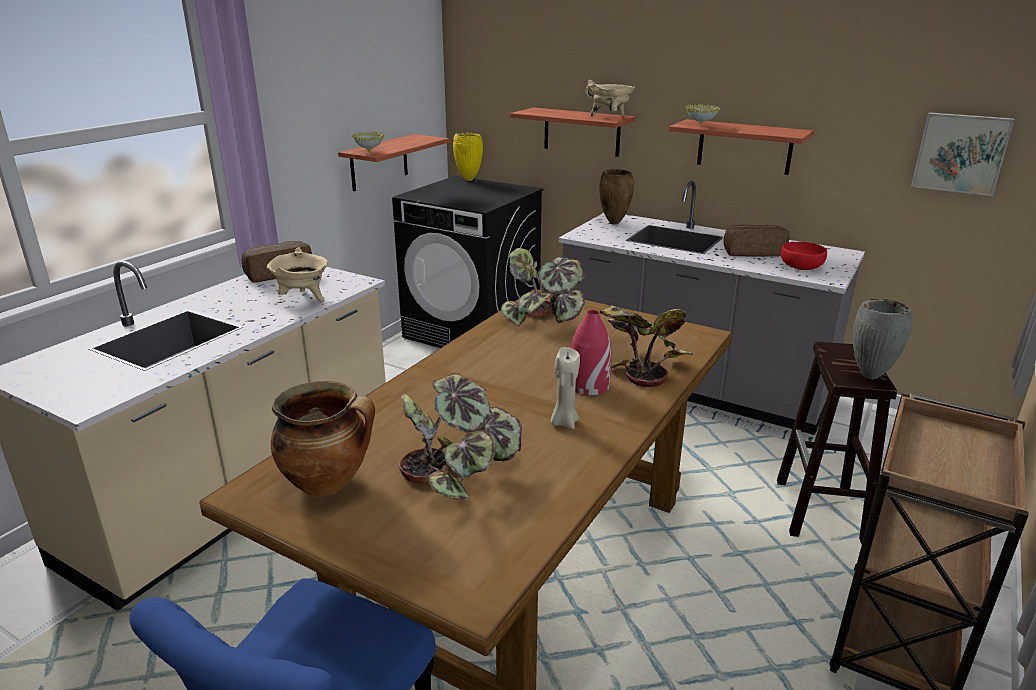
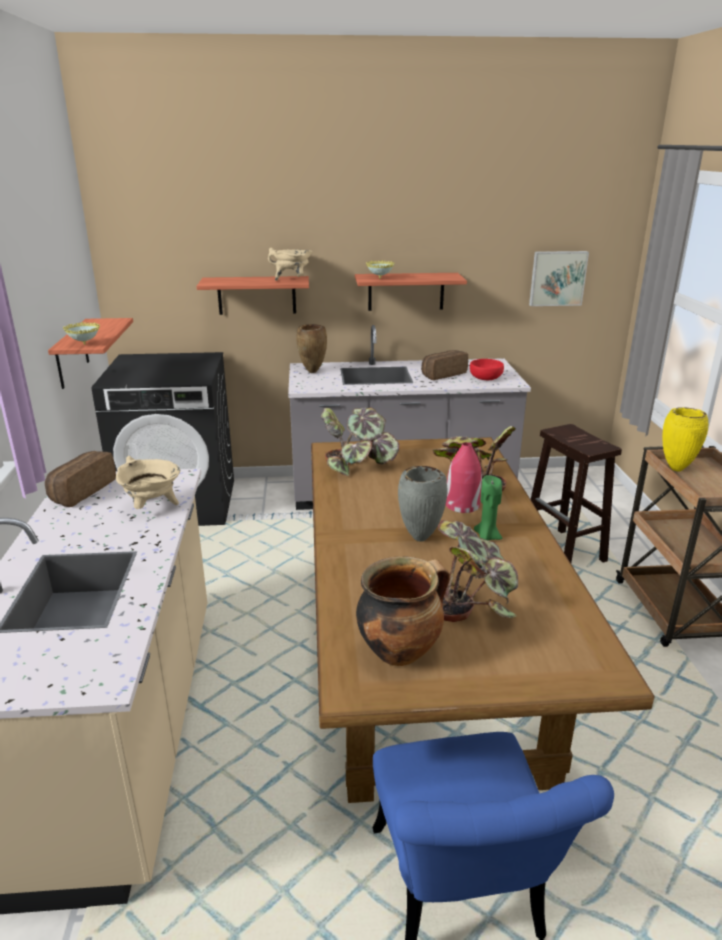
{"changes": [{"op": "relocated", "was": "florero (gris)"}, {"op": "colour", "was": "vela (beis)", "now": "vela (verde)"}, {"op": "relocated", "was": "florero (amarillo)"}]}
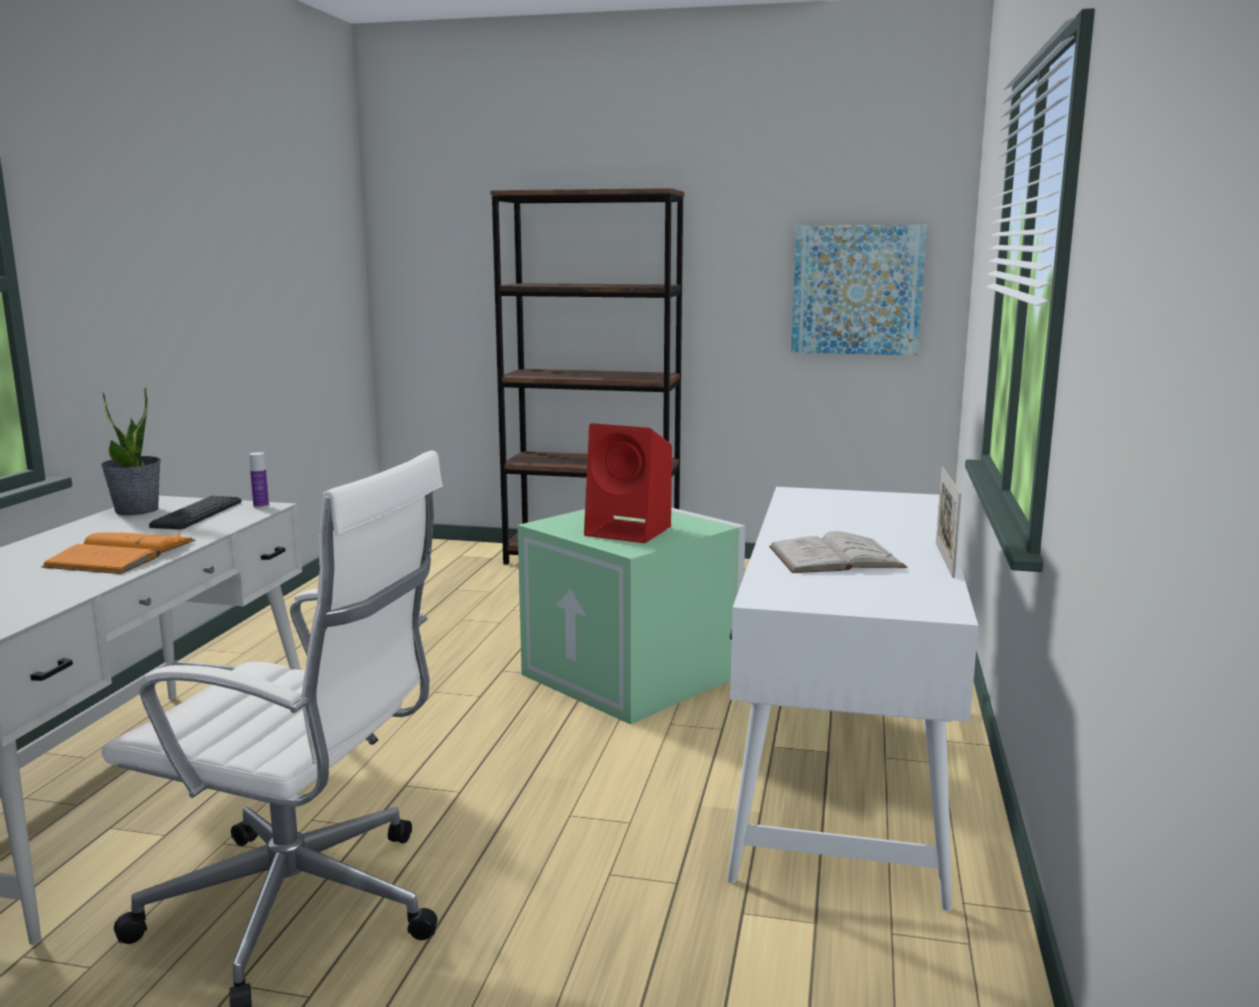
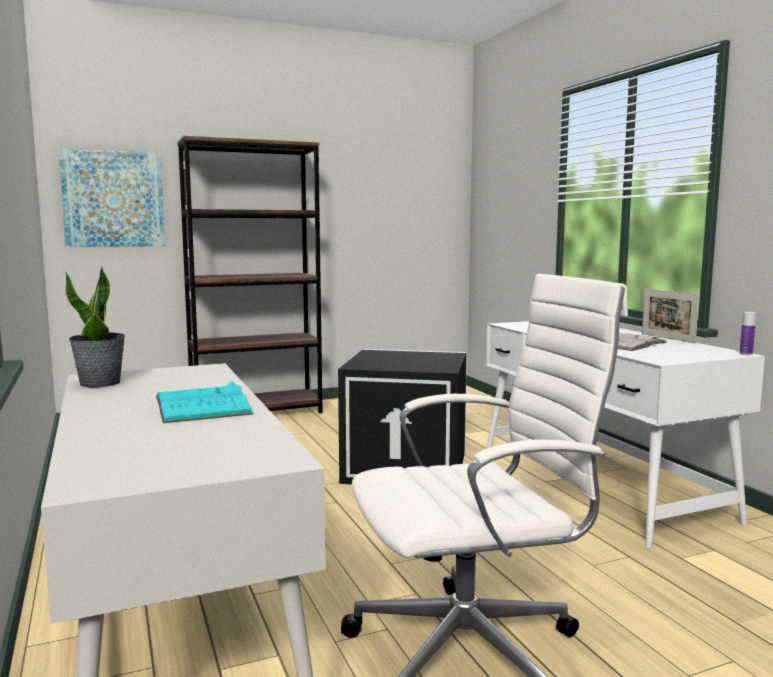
{"changes": [{"op": "relocated", "was": "cuadro"}, {"op": "colour", "was": "libro (naranja)", "now": "libro (turquesa)"}, {"op": "colour", "was": "caja de almacenaje (verde)", "now": "caja de almacenaje (negro)"}, {"op": "relocated", "was": "botella"}, {"op": "missing", "was": "teclado"}, {"op": "missing", "was": "altavoz (rojo)"}]}
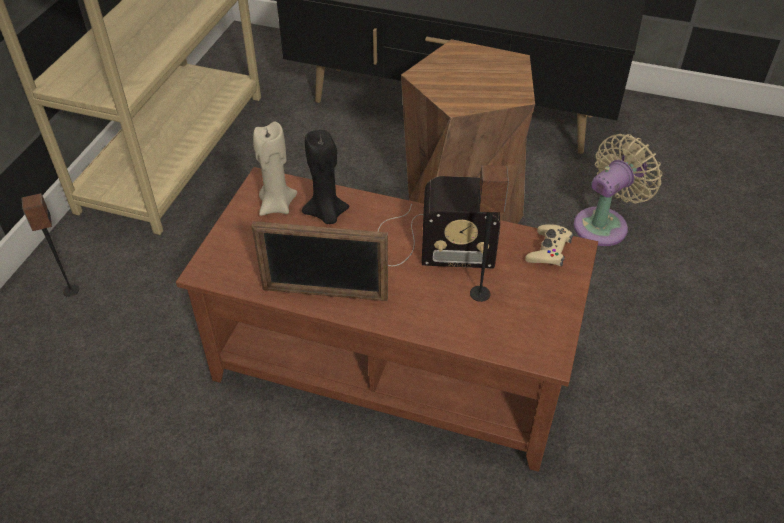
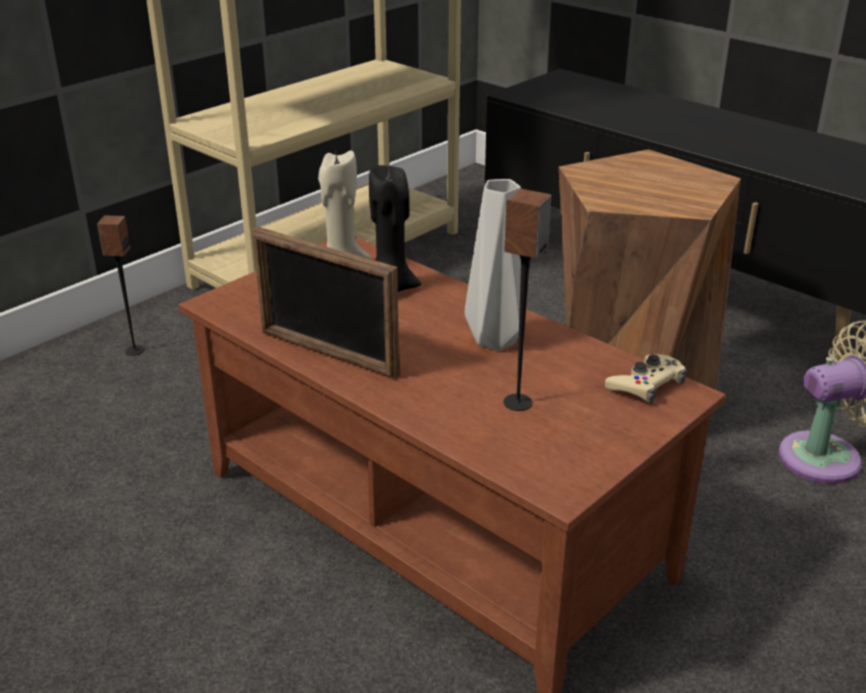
{"changes": [{"op": "exchanged", "was": "radio", "now": "florero (gris)"}]}
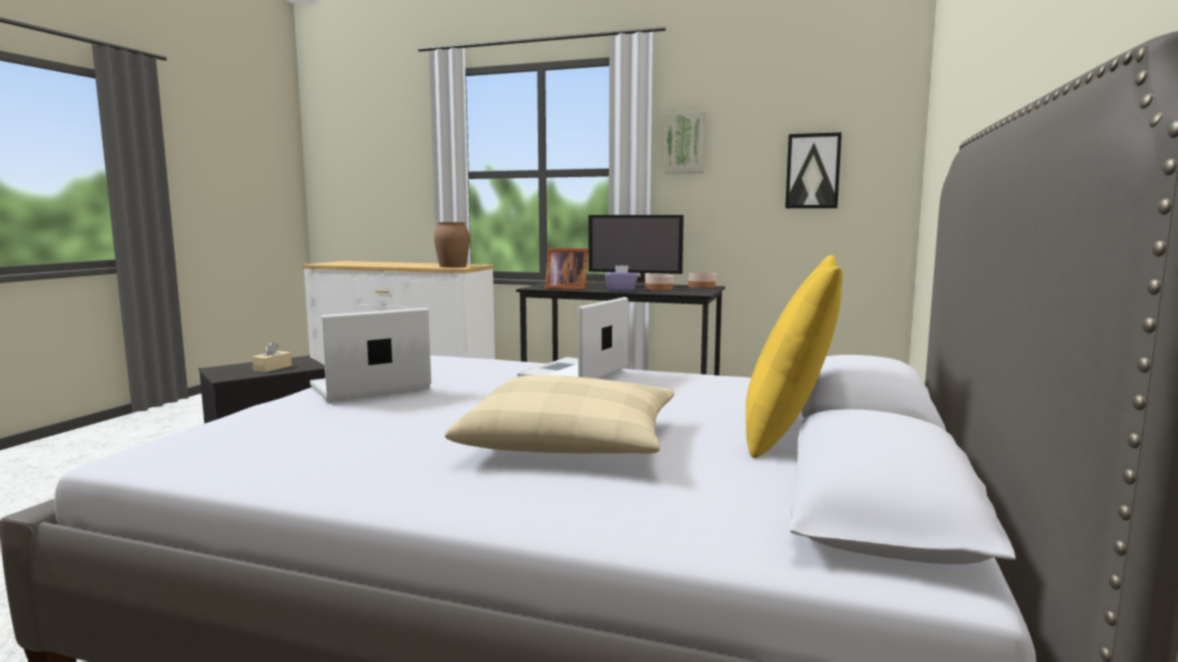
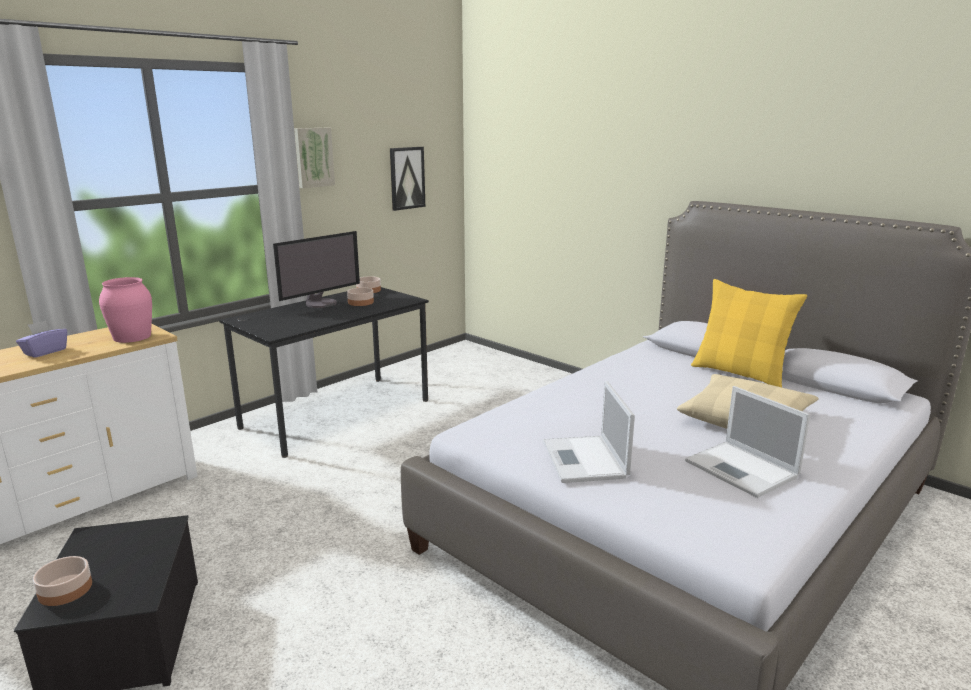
{"changes": [{"op": "relocated", "was": "caja de pañuelos (morado)"}, {"op": "appeared", "now": "cuenco (no. 1 from left)"}, {"op": "colour", "was": "florero (marrón)", "now": "florero (rosa)"}, {"op": "relocated", "was": "portátil (no. 2 from left)"}, {"op": "missing", "was": "caja de pañuelos (beis)"}, {"op": "missing", "was": "portarretratos"}]}
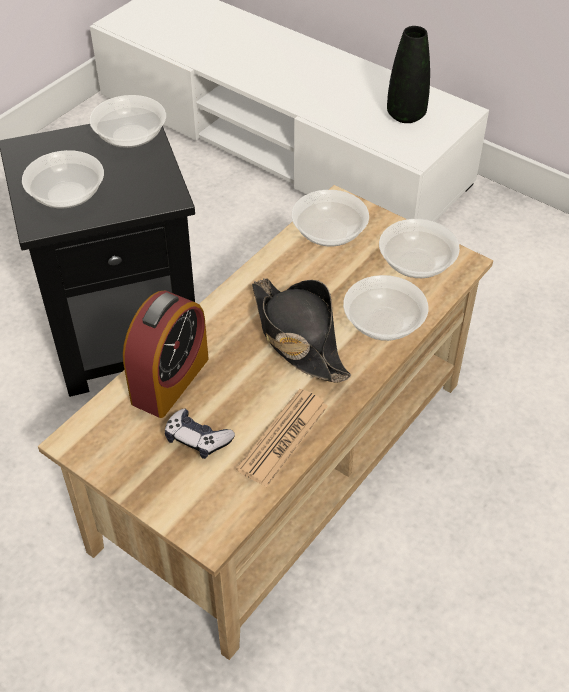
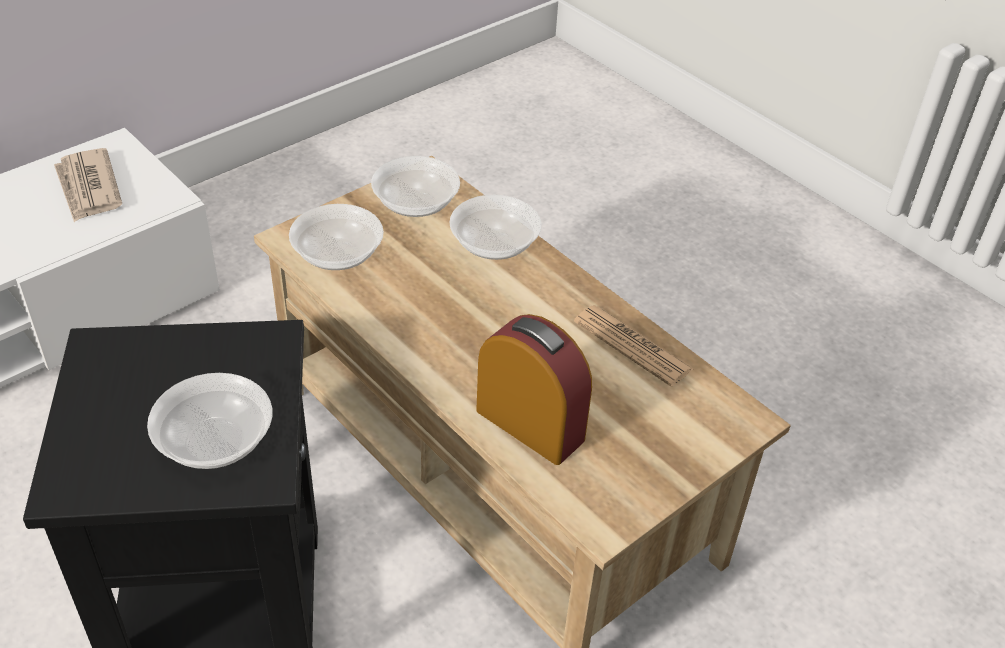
{"changes": [{"op": "exchanged", "was": "florero (negro)", "now": "periódico (no. 1 from left)"}, {"op": "missing", "was": "cuenco (no. 2 from left)"}, {"op": "missing", "was": "mando de consola"}, {"op": "missing", "was": "sombrero (negro)"}]}
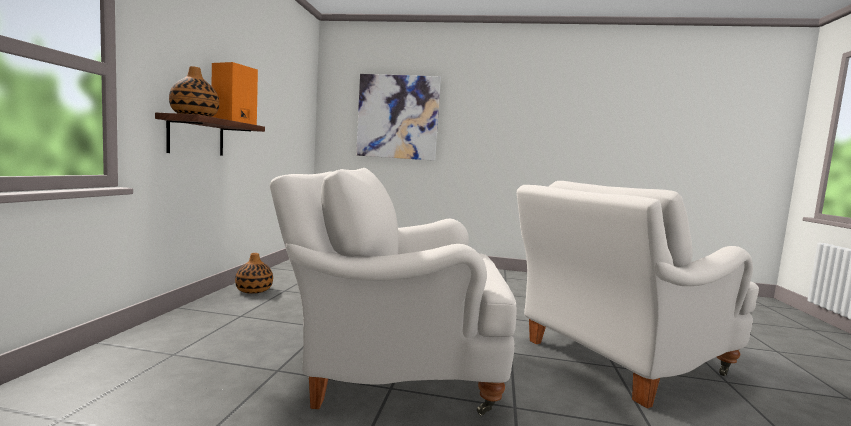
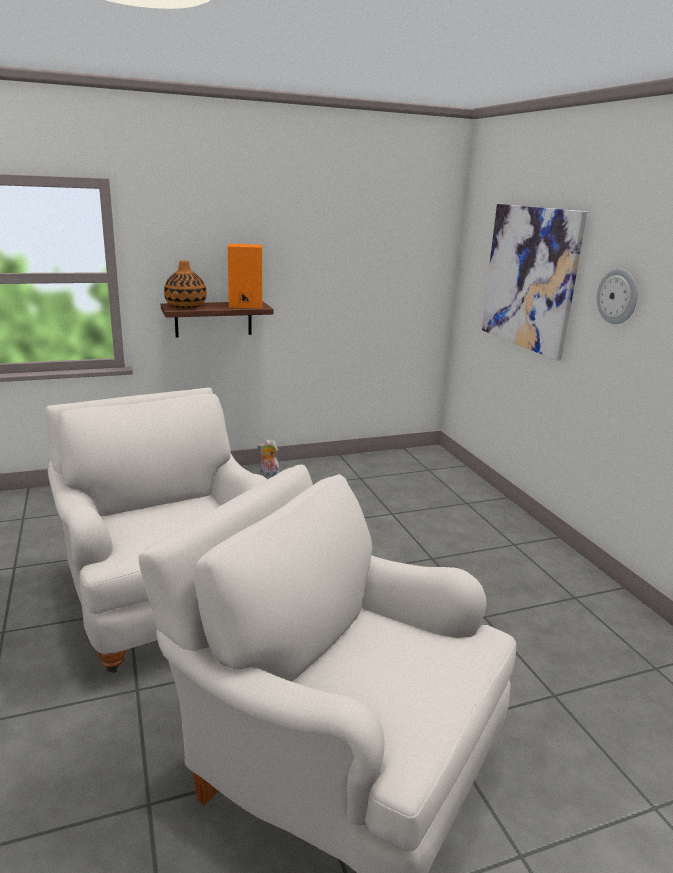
{"changes": [{"op": "exchanged", "was": "florero (no. 2 from left)", "now": "peluche"}, {"op": "appeared", "now": "reloj de pared"}]}
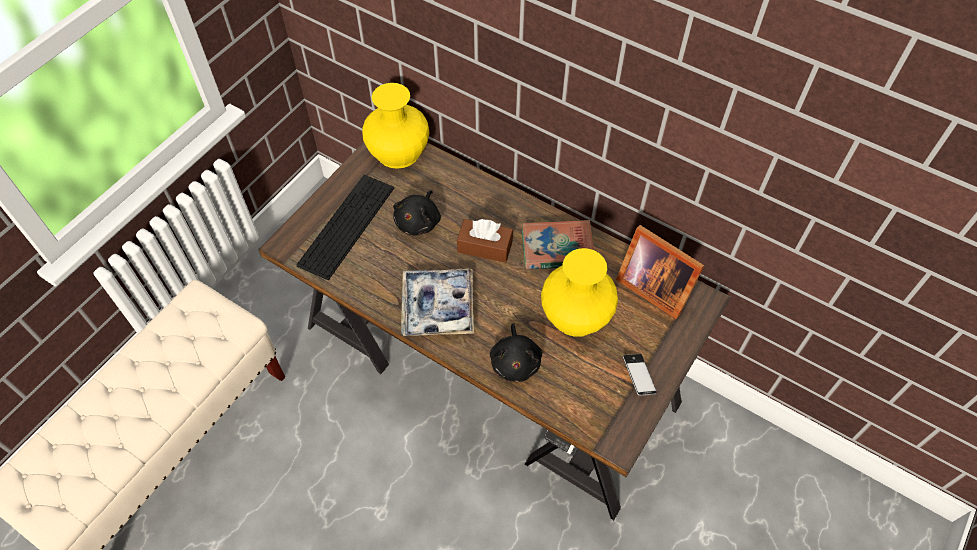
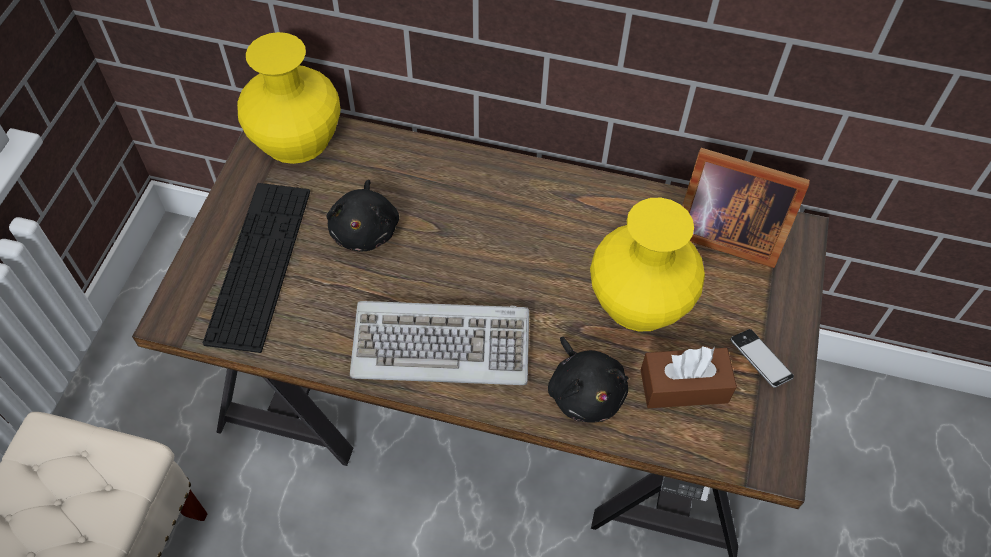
{"changes": [{"op": "exchanged", "was": "bandeja", "now": "teclado (no. 2 from left)"}, {"op": "relocated", "was": "caja de pañuelos (marrón)"}, {"op": "missing", "was": "libro"}]}
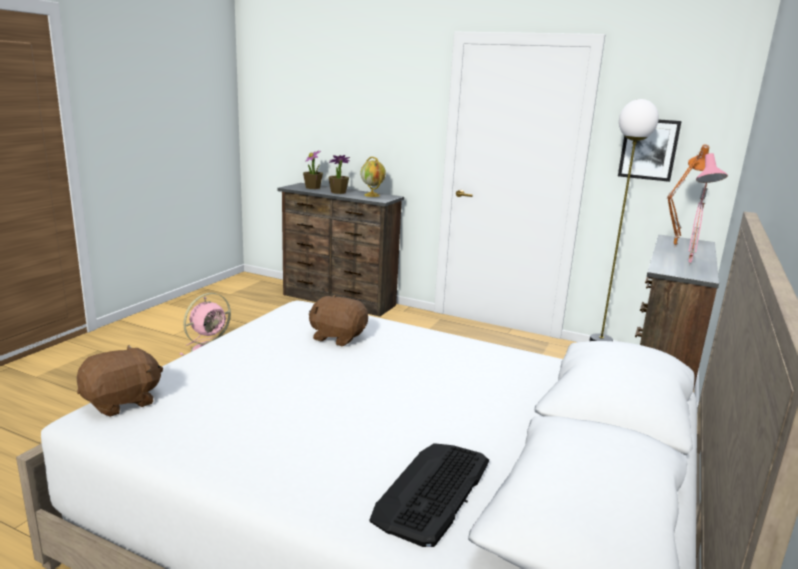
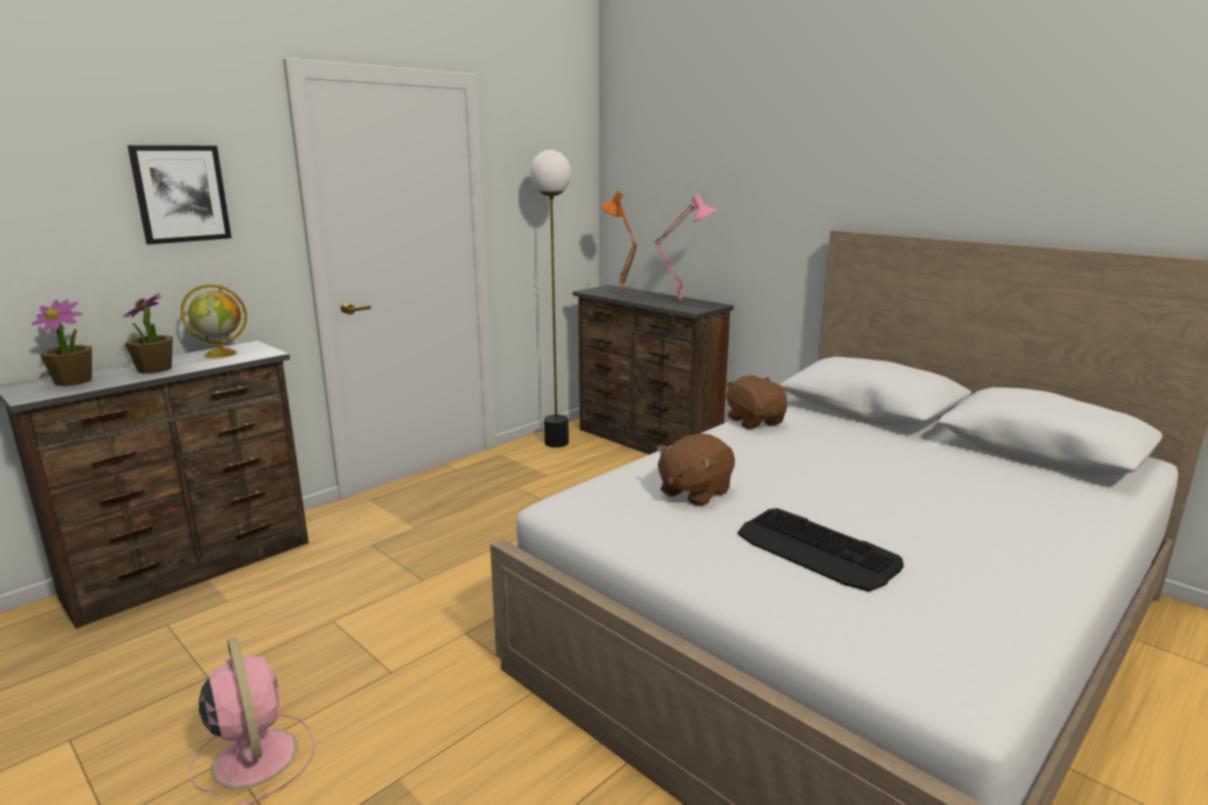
{"changes": [{"op": "relocated", "was": "cuadro"}, {"op": "relocated", "was": "peluche (marrón) (no. 1 from left in the first image)", "now": "peluche (marrón) (no. 2 from left)"}, {"op": "relocated", "was": "teclado"}]}
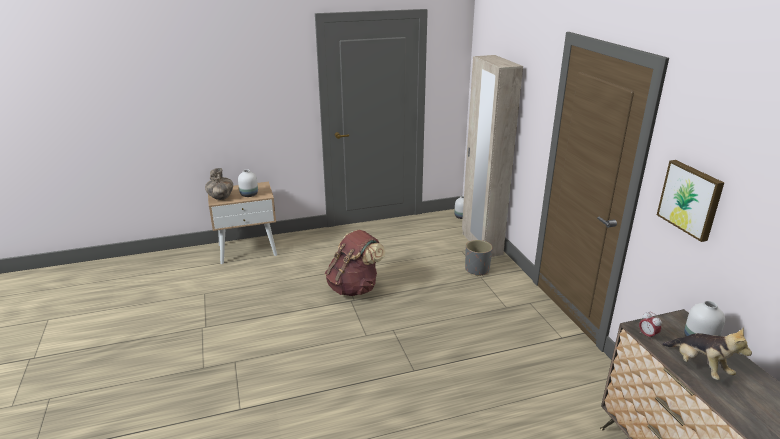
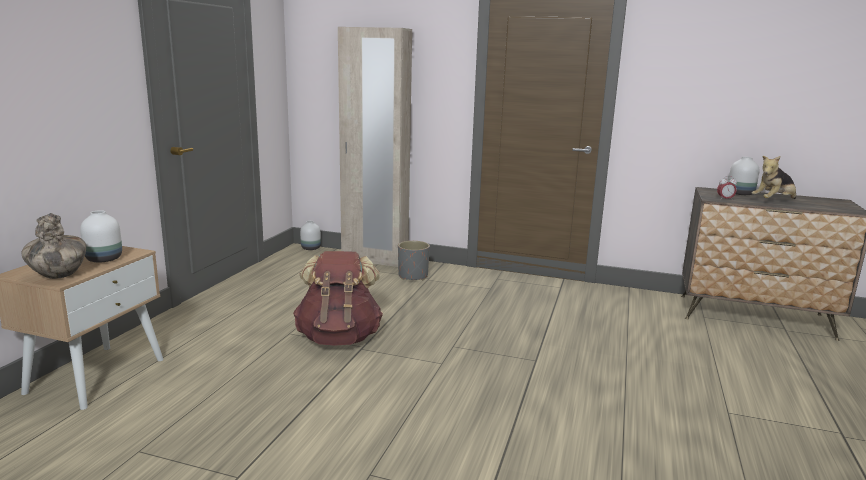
{"changes": [{"op": "spun", "was": "peluche", "clockwise": 150}, {"op": "missing", "was": "cuadro"}]}
